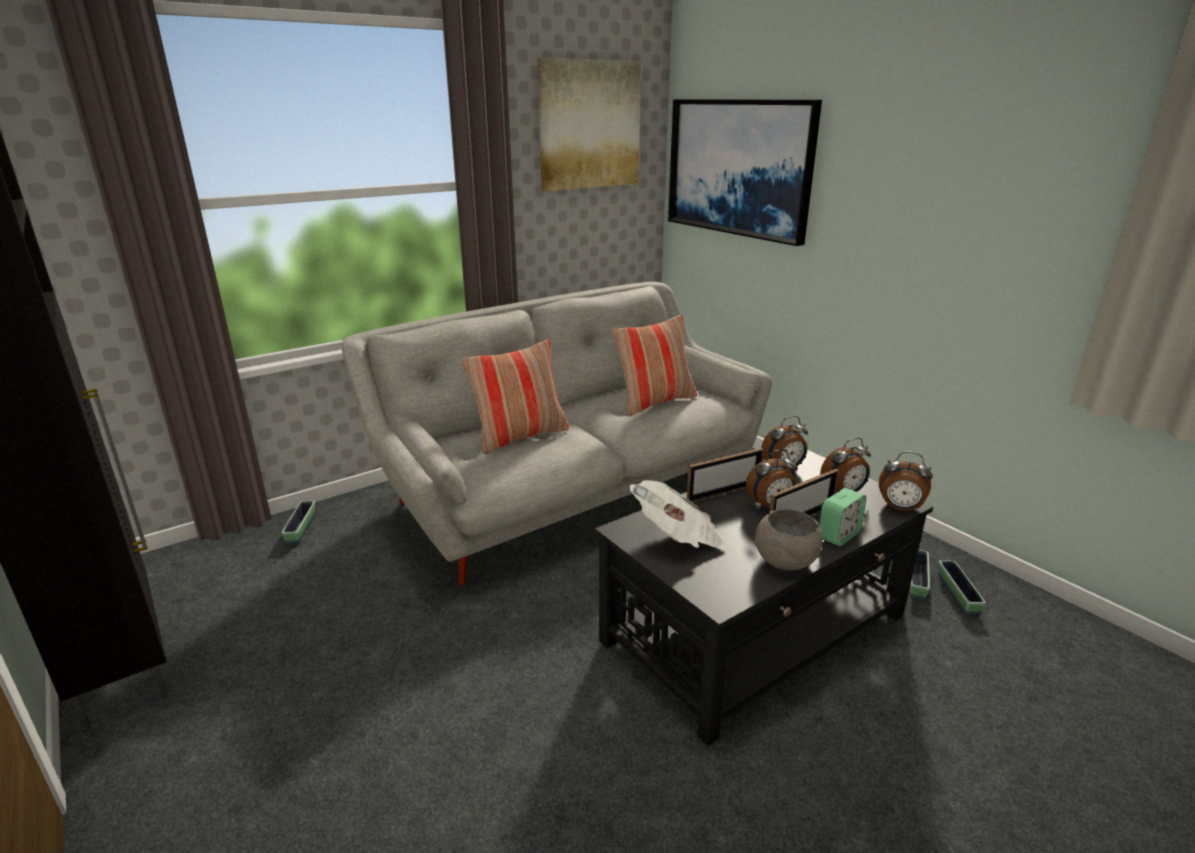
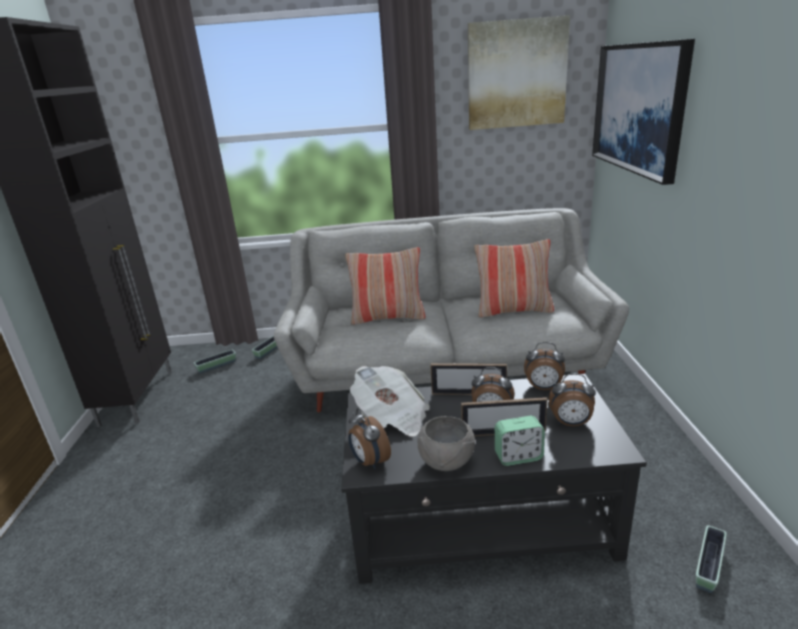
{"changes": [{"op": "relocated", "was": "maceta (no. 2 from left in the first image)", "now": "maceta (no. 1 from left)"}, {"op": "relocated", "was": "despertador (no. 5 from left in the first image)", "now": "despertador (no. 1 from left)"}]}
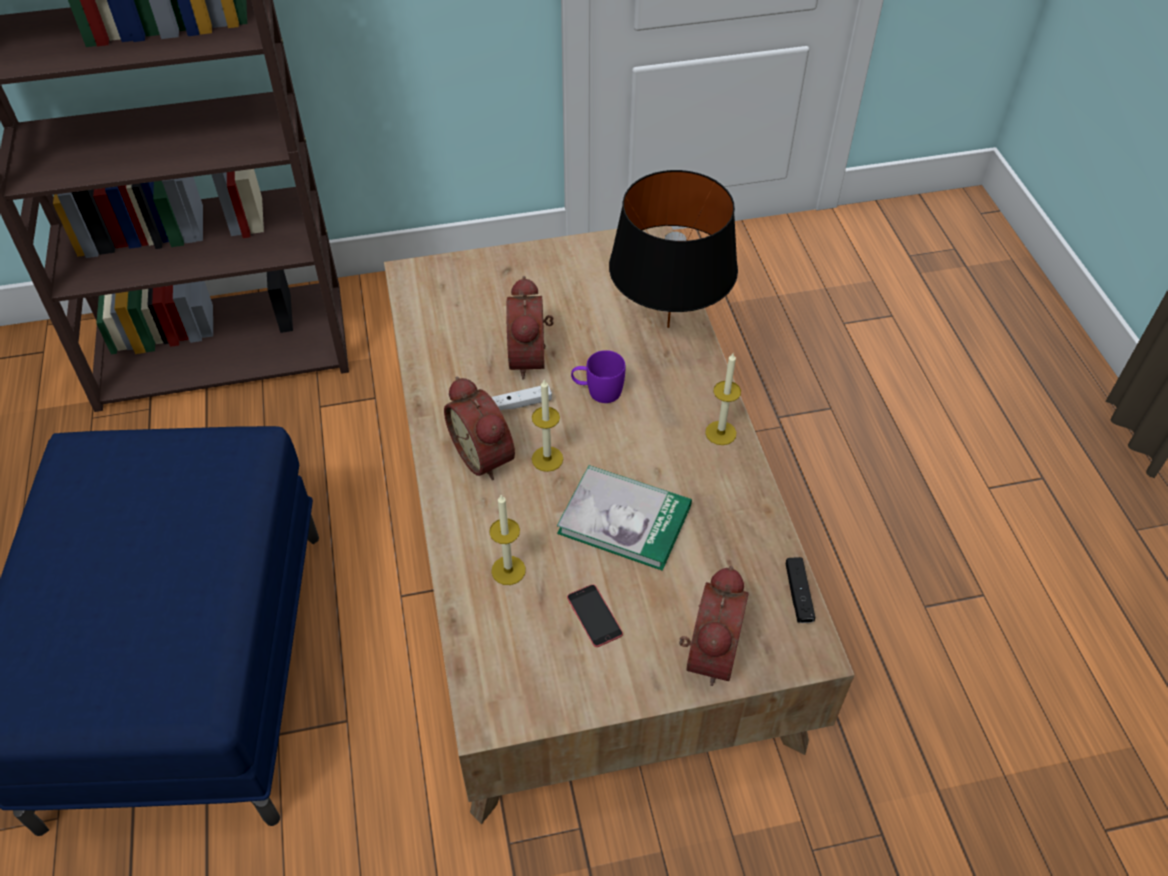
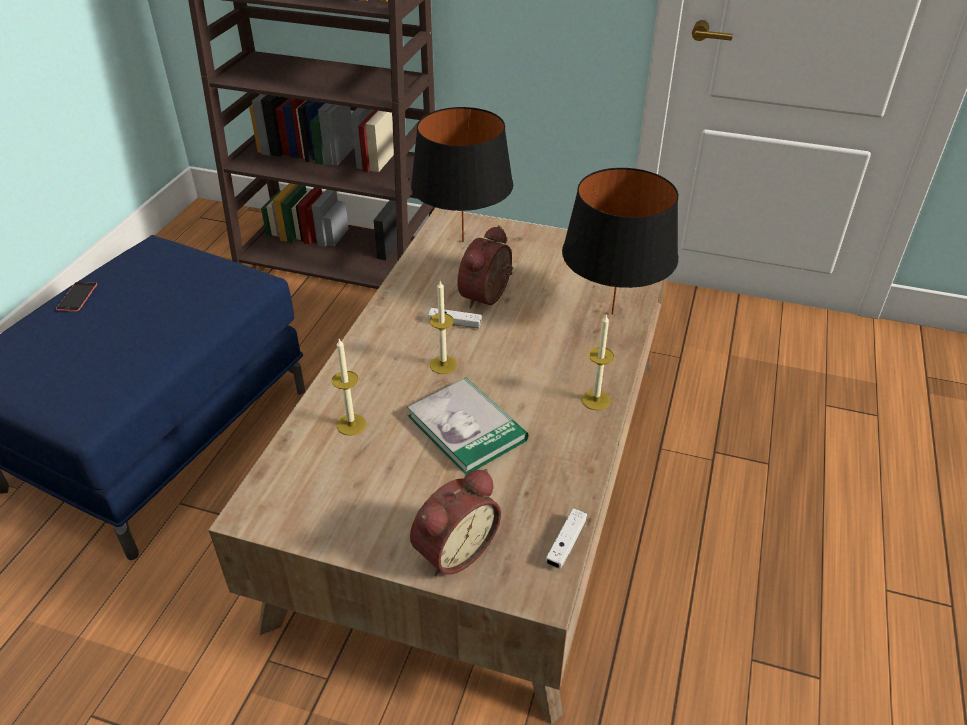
{"changes": [{"op": "relocated", "was": "móvil"}, {"op": "appeared", "now": "lámpara de mesa (negro) (no. 1 from left)"}, {"op": "colour", "was": "mando de consola (negro)", "now": "mando de consola (blanco) (no. 2 from left)"}, {"op": "missing", "was": "despertador (no. 1 from left)"}, {"op": "missing", "was": "taza grande (morado)"}]}
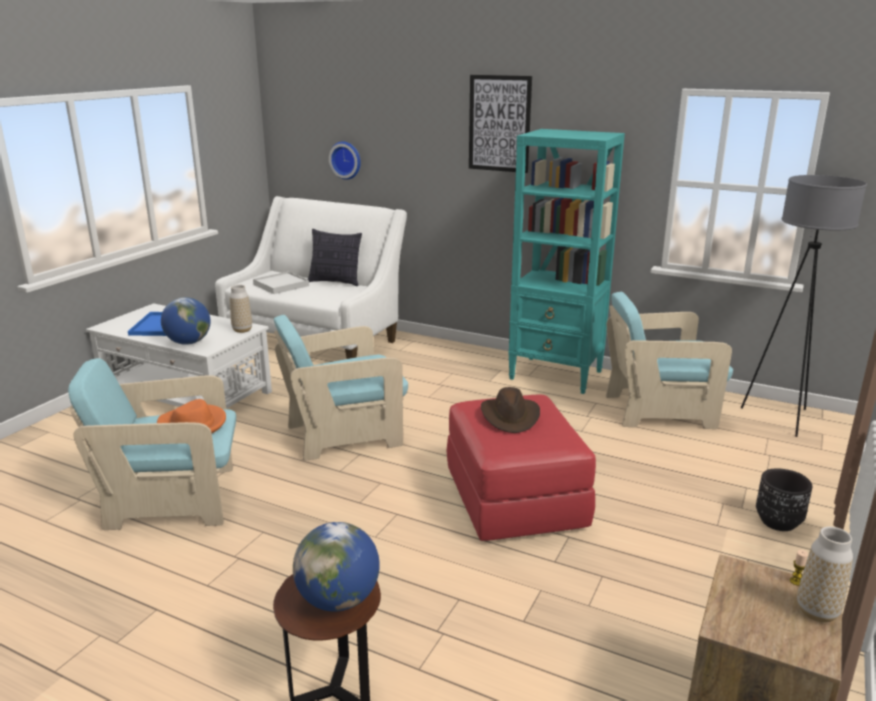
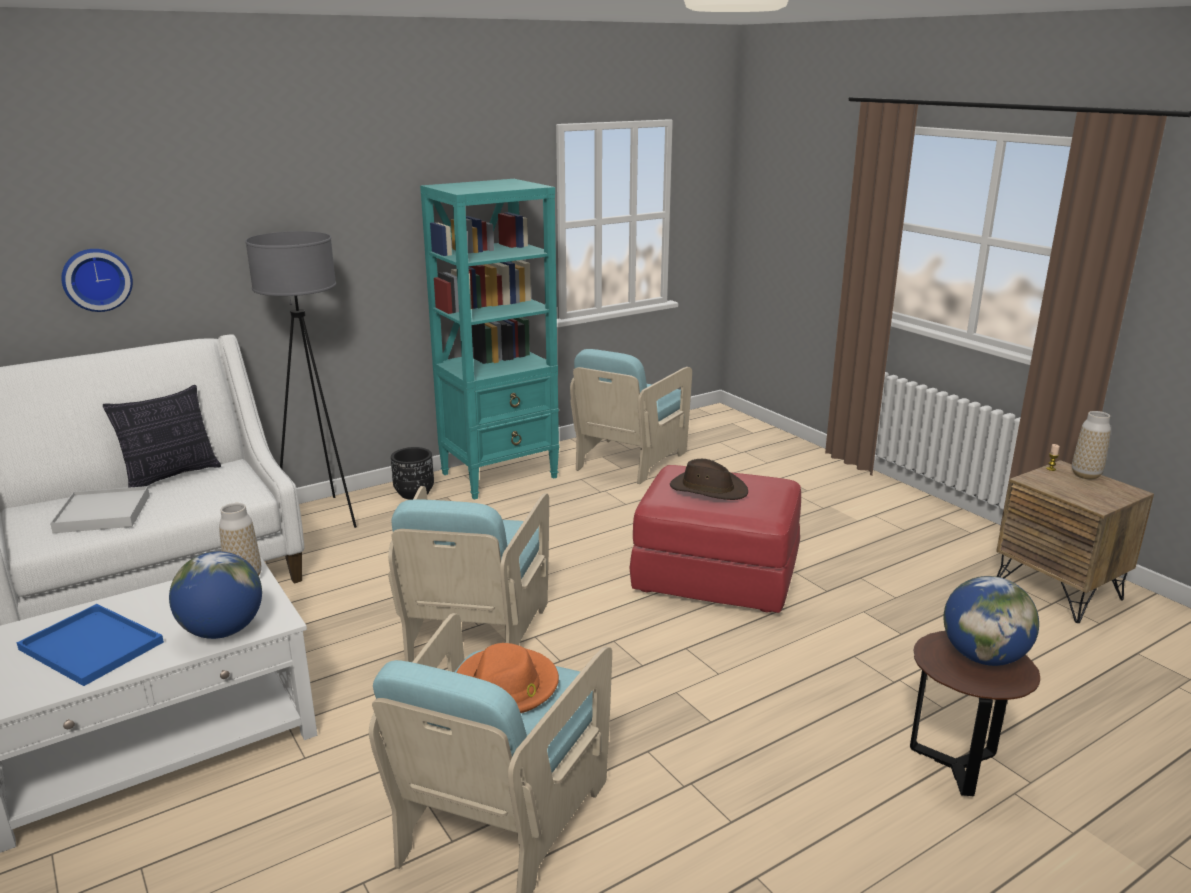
{"changes": [{"op": "relocated", "was": "lámpara de pie (gris)"}, {"op": "relocated", "was": "maceta (negro)"}, {"op": "missing", "was": "cuadro"}]}
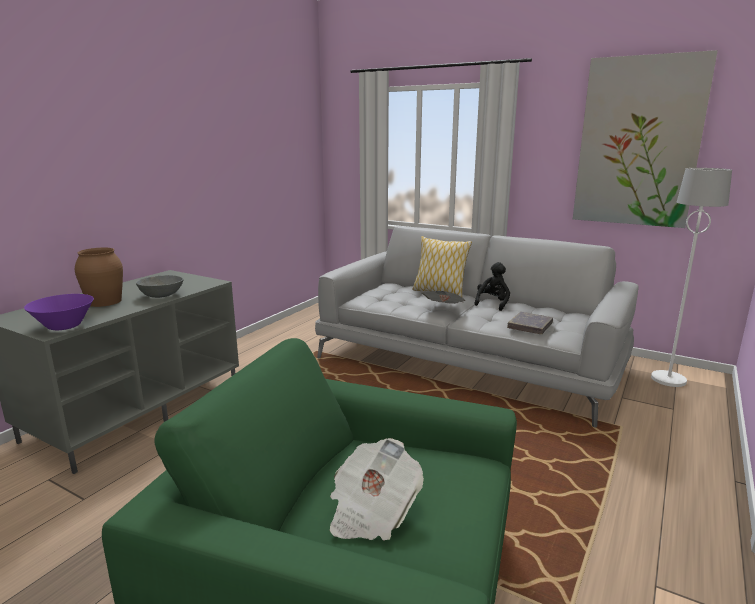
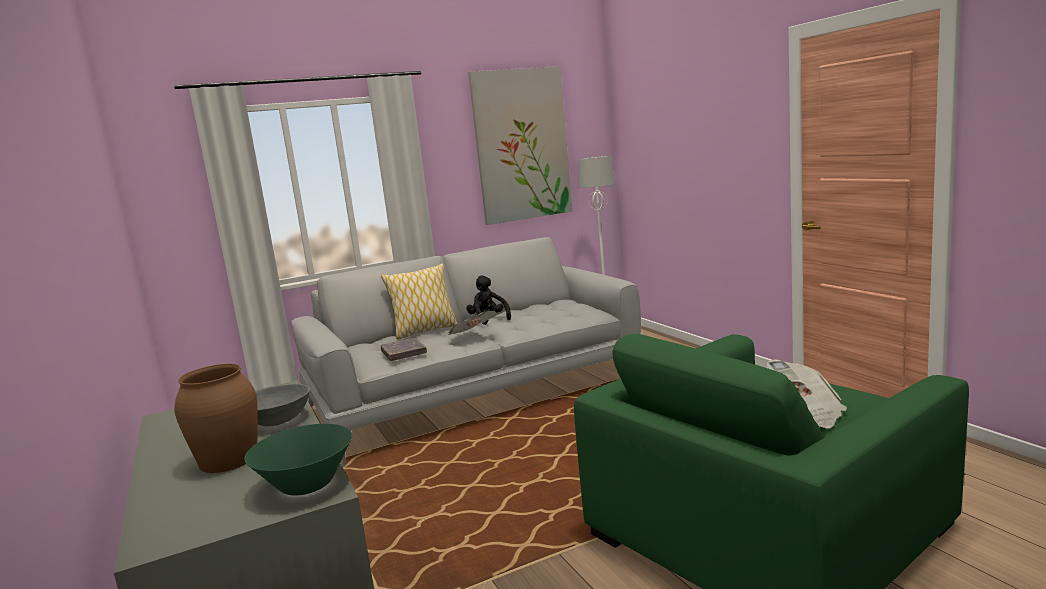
{"changes": [{"op": "colour", "was": "cuenco (morado)", "now": "cuenco (verde)"}, {"op": "relocated", "was": "libro (gris)"}]}
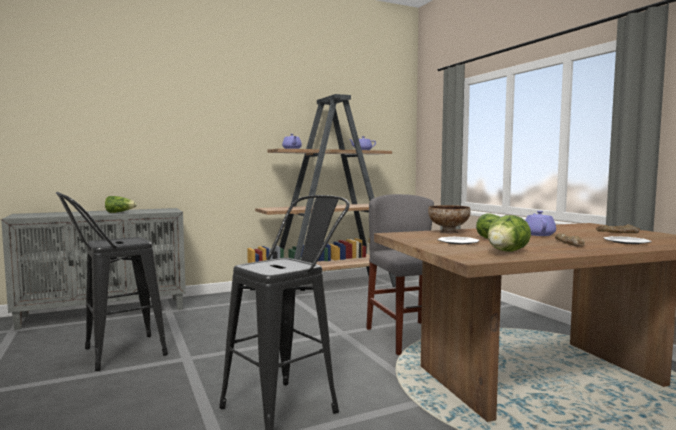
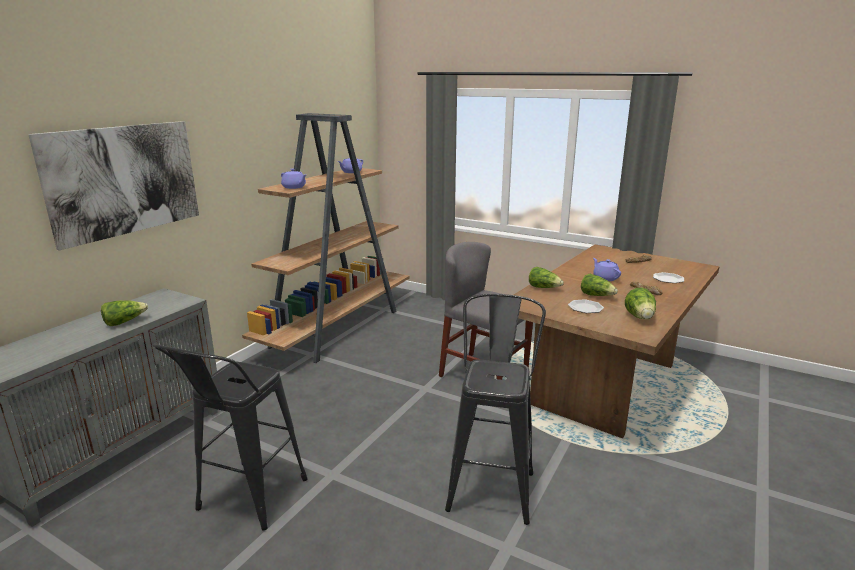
{"changes": [{"op": "appeared", "now": "cuadro"}, {"op": "exchanged", "was": "cuenco", "now": "lechuga (no. 2 from left)"}]}
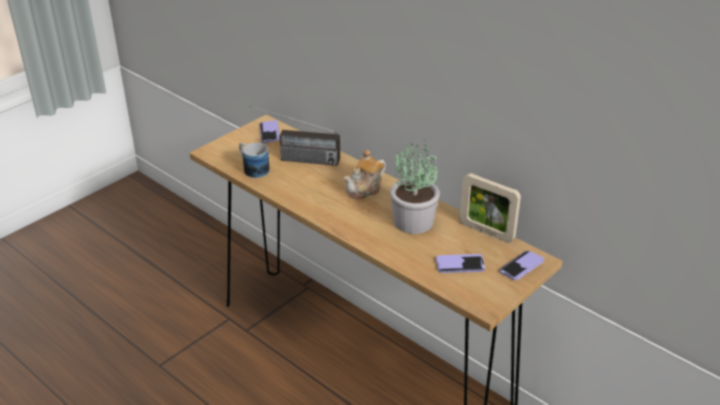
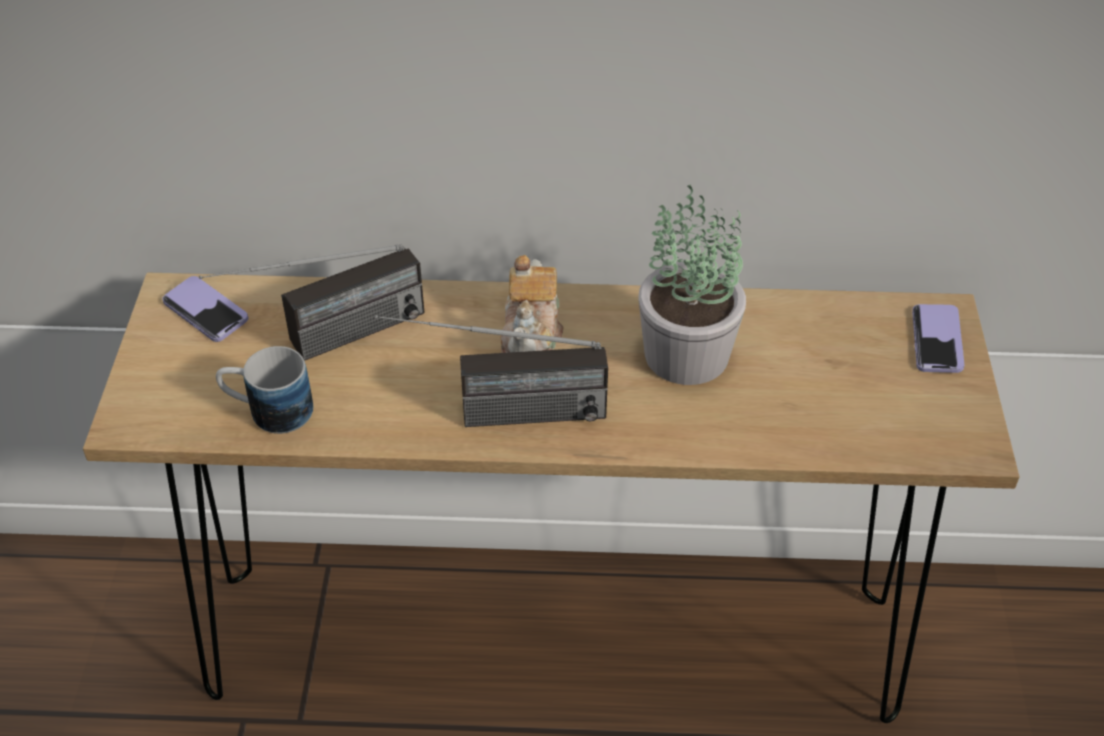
{"changes": [{"op": "appeared", "now": "radio (no. 2 from left)"}, {"op": "missing", "was": "móvil (no. 2 from left)"}, {"op": "missing", "was": "portarretratos"}]}
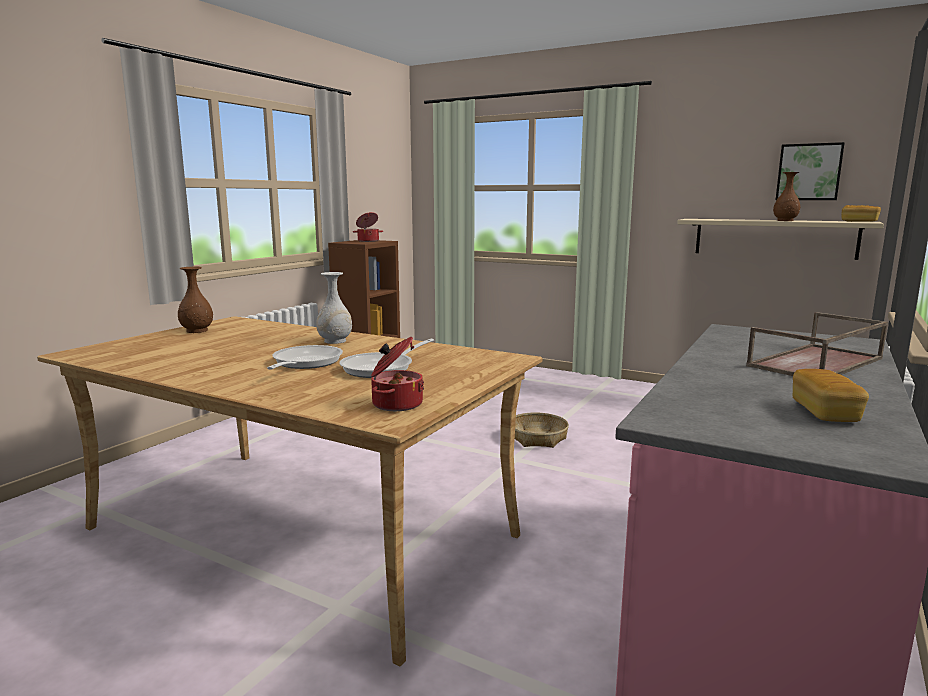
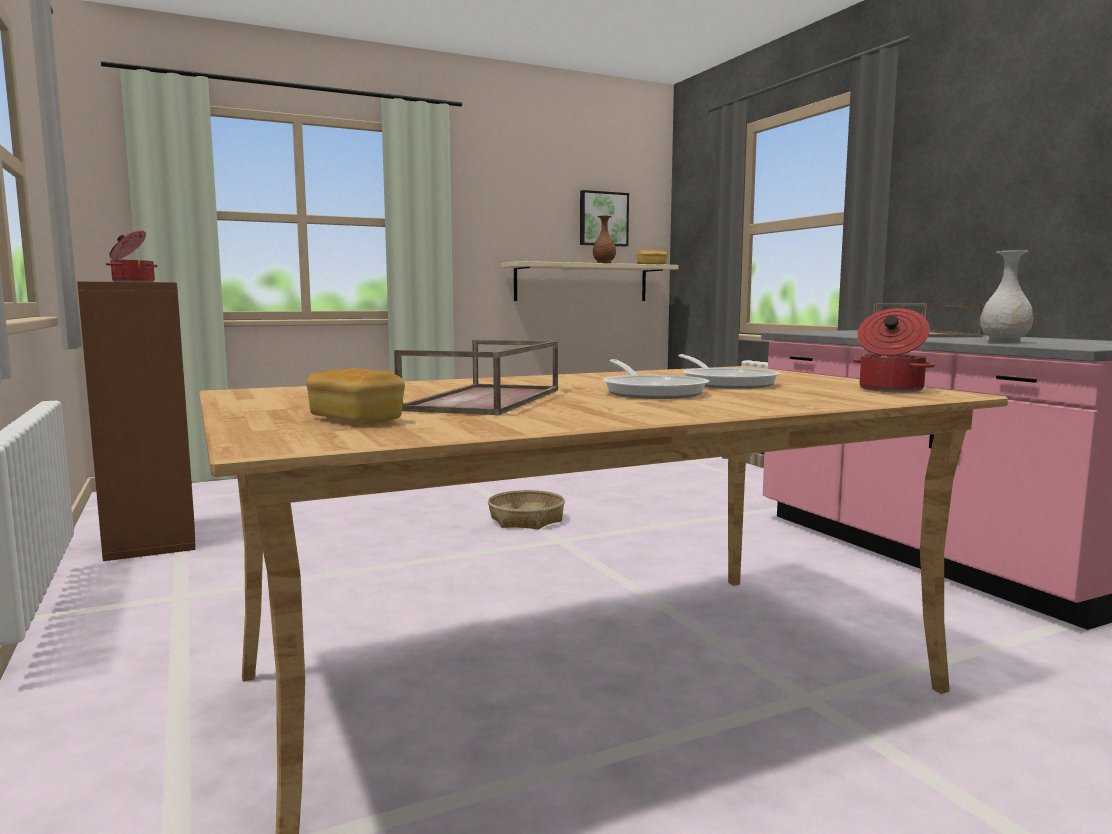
{"changes": [{"op": "relocated", "was": "pan (no. 1 from left)"}, {"op": "appeared", "now": "bandeja (marrón) (no. 1 from left)"}, {"op": "spun", "was": "sartén (no. 1 from left)", "clockwise": -150}, {"op": "relocated", "was": "florero (blanco)"}, {"op": "missing", "was": "florero (marrón) (no. 1 from left)"}]}
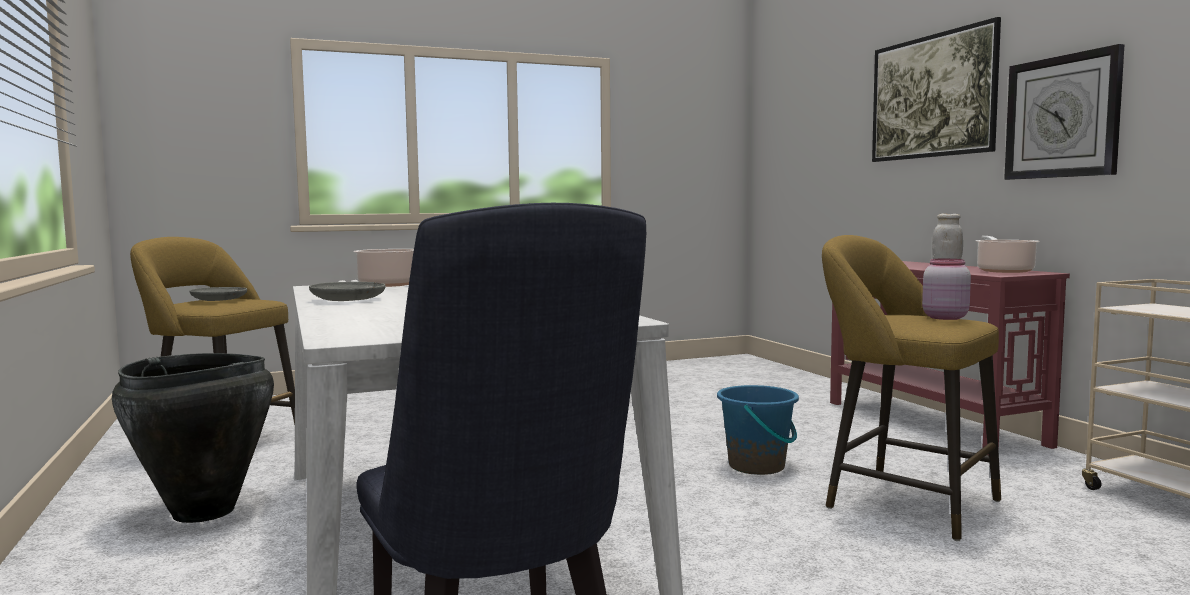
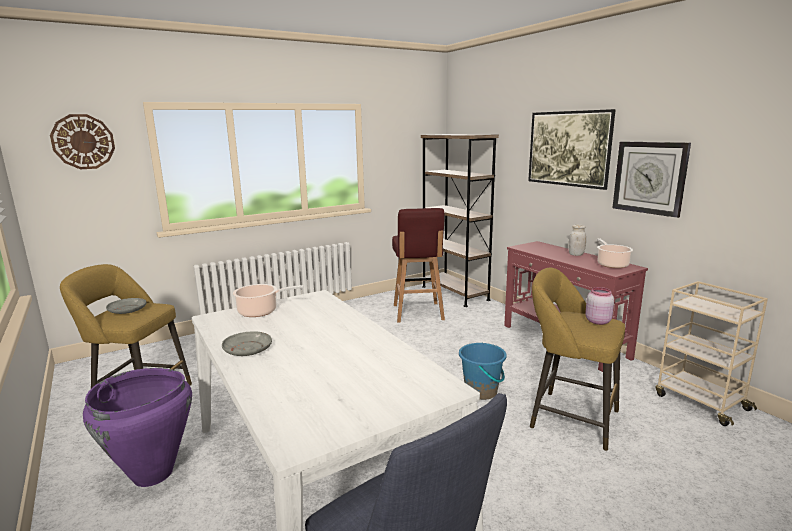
{"changes": [{"op": "appeared", "now": "reloj de pared (no. 1 from left)"}, {"op": "colour", "was": "florero (negro)", "now": "florero (morado)"}, {"op": "appeared", "now": "taburete (rojo)"}, {"op": "appeared", "now": "estantería (marrón)"}]}
